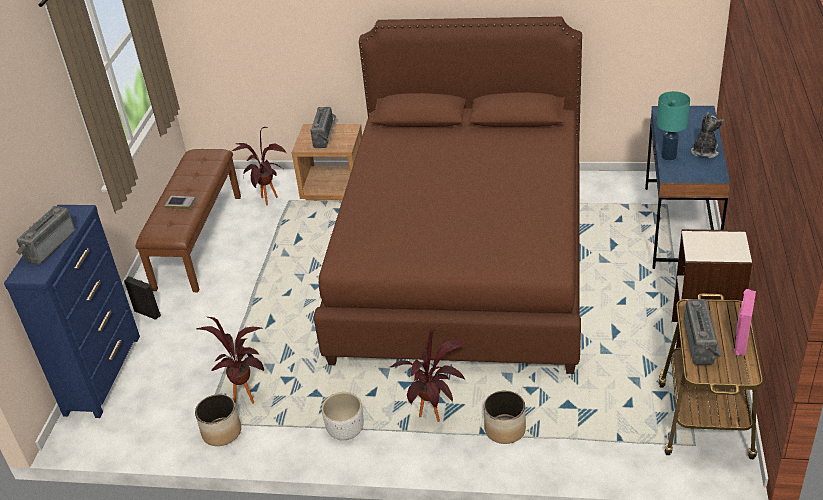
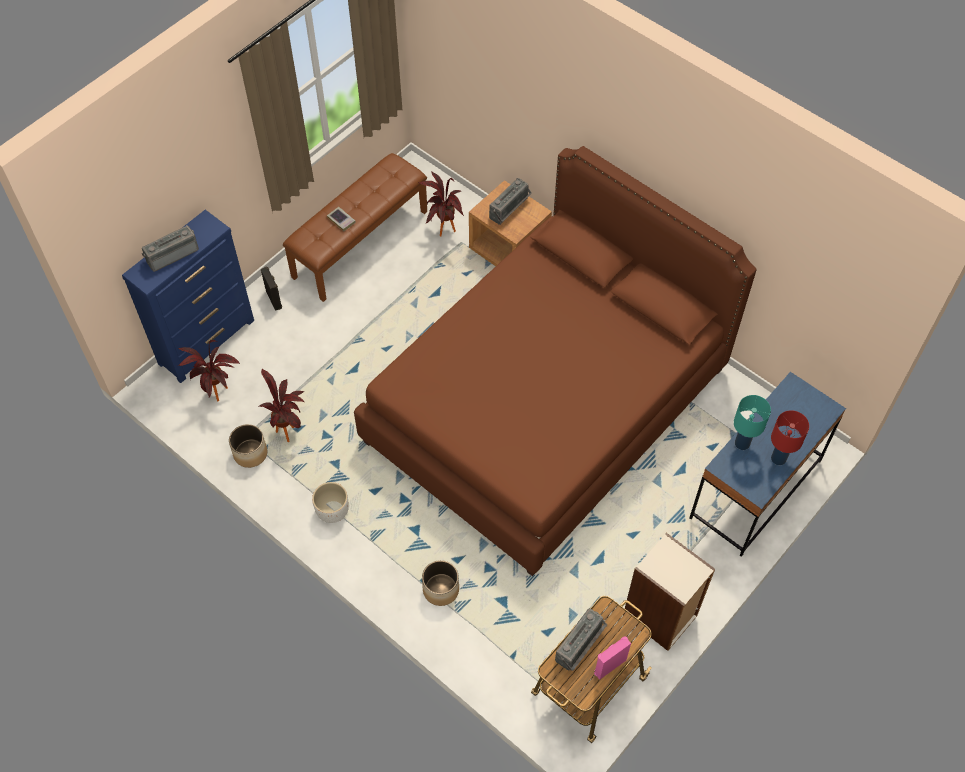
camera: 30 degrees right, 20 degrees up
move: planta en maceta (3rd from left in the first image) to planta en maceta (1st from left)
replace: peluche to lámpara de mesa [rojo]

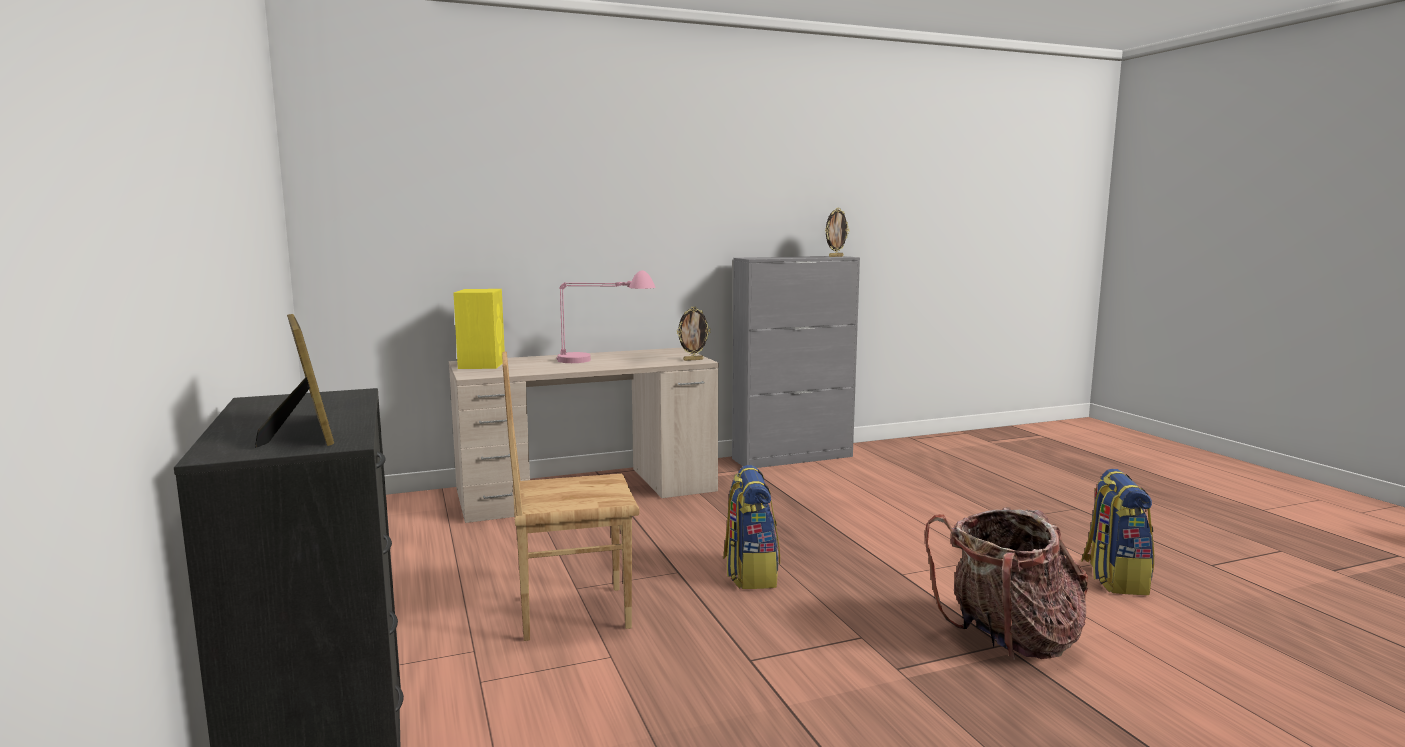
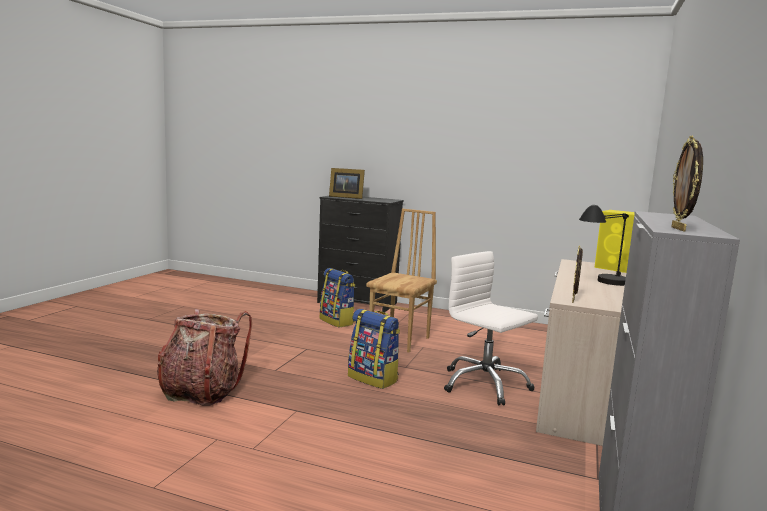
camera: 130 degrees right, 0 degrees up
insert: silla de oficina [blanco]
move: mochila (3rd from left in the first image) to mochila (2nd from left)
recolor: lámpara de mesa [rosa] to lámpara de mesa [negro]

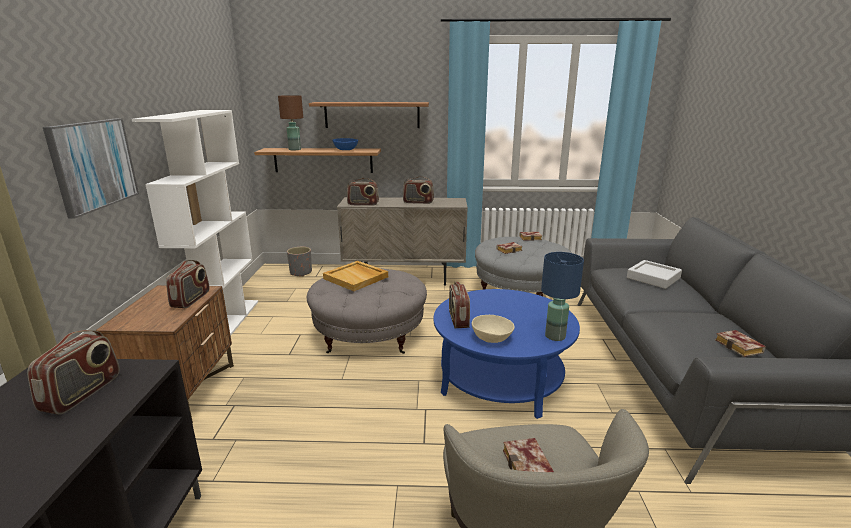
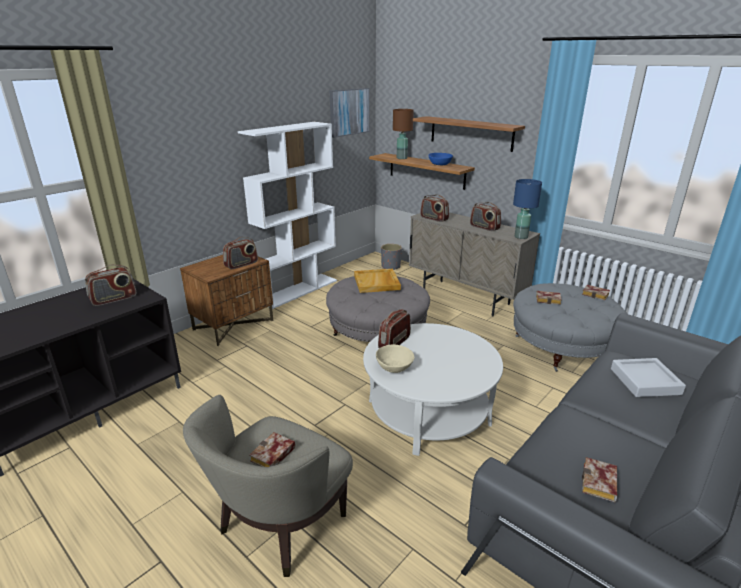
camera: 40 degrees right, 5 degrees up
move: cuadro; lámpara de mesa [azul]
recolor: mesa de centro [azul] to mesa de centro [blanco]

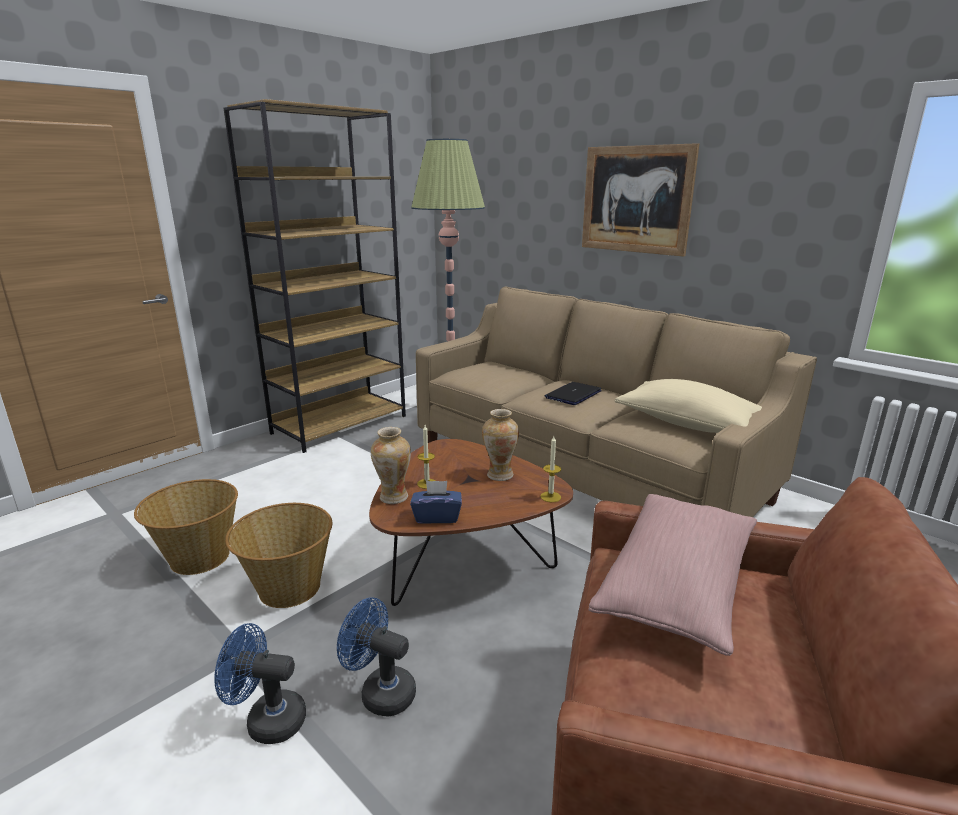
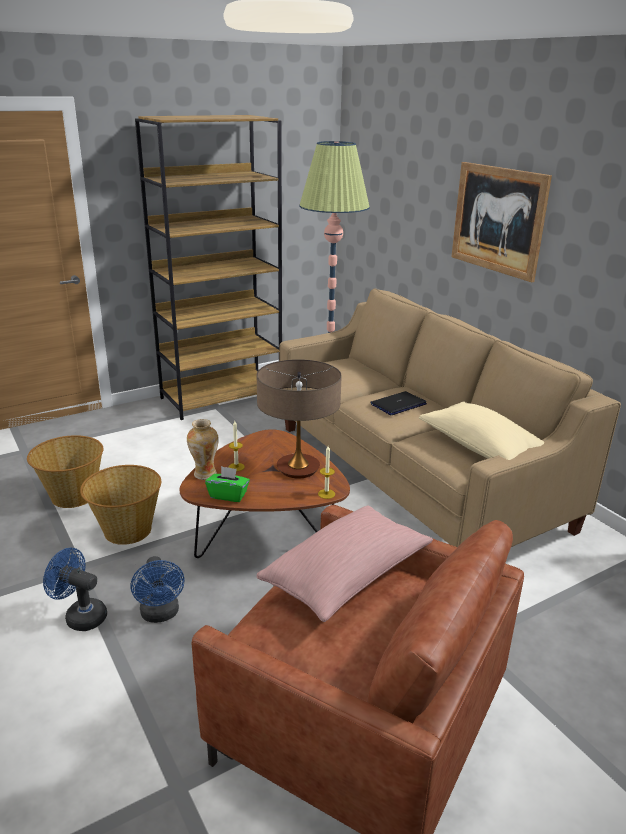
camera: 15 degrees right, 5 degrees up
replace: florero (2nd from left) to lámpara de mesa
recolor: caja de pañuelos [azul] to caja de pañuelos [verde]
rotate: ventilador [azul] (2nd from left) 150 degrees counterclockwise

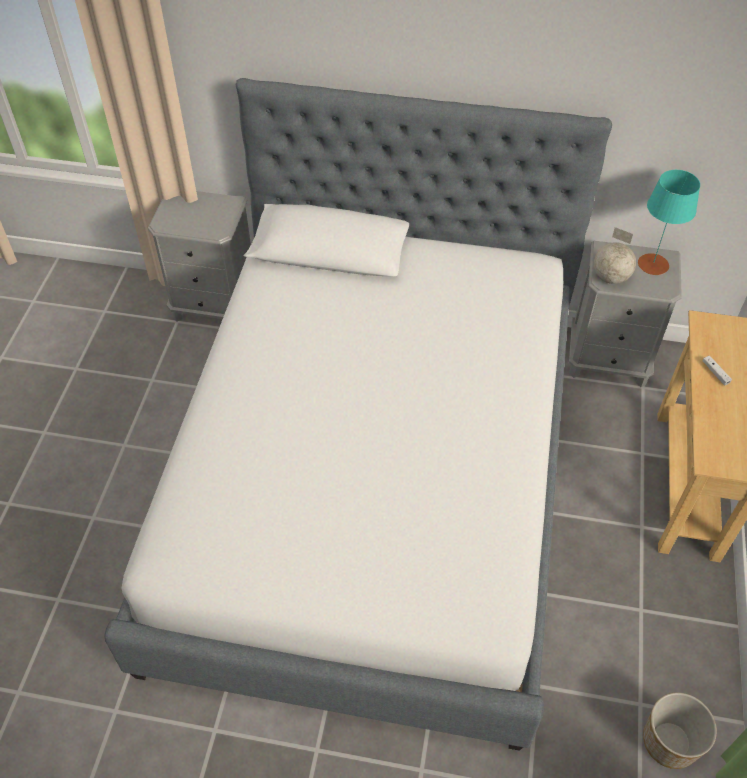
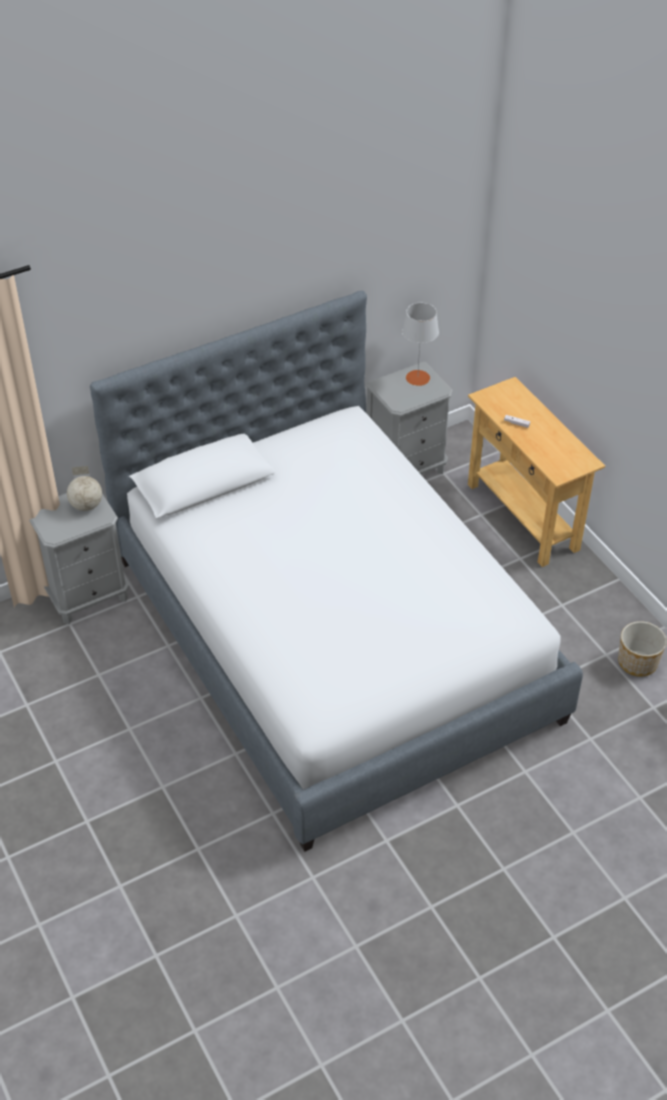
camera: 40 degrees left, 5 degrees down
move: globo terráqueo
recolor: lámpara de mesa [turquesa] to lámpara de mesa [gris]

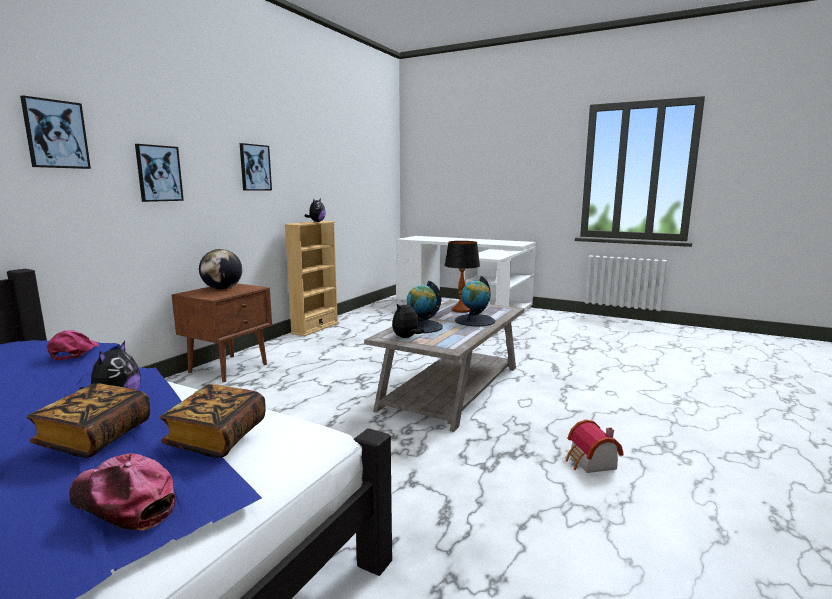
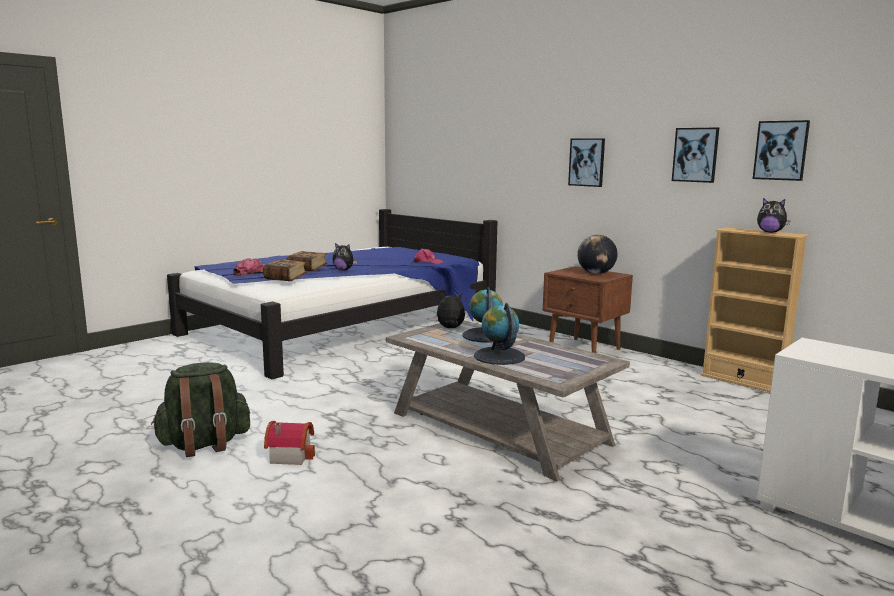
camera: 105 degrees right, 0 degrees up
delete: lámpara de mesa
insert: mochila [verde]
move: cuadro (1st from left in the first image) to cuadro (3rd from left)
rotate: peluche (3rd from left in the first image) 60 degrees counterclockwise

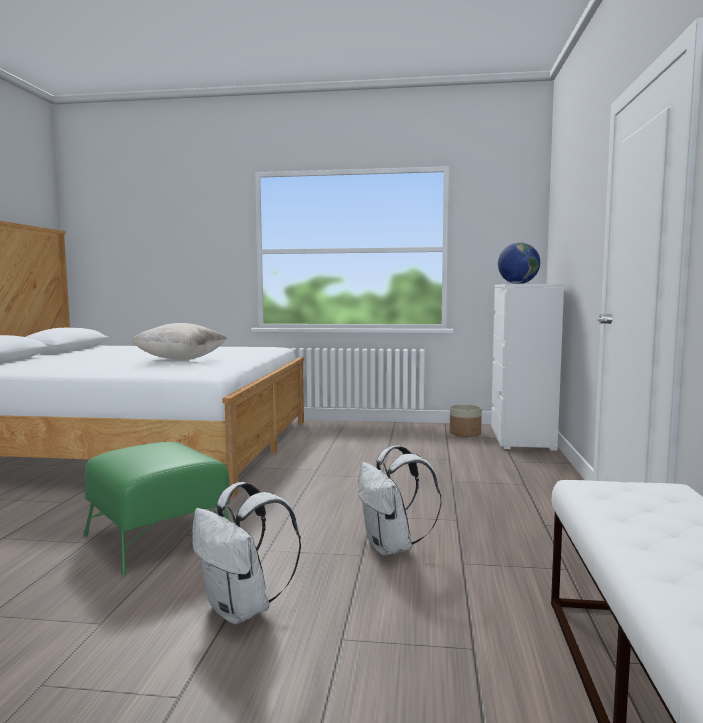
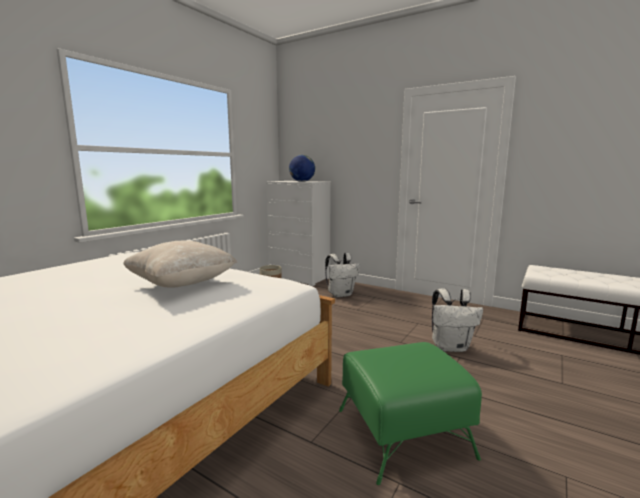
camera: 65 degrees left, 5 degrees up
move: mochila [blanco] (1st from left)

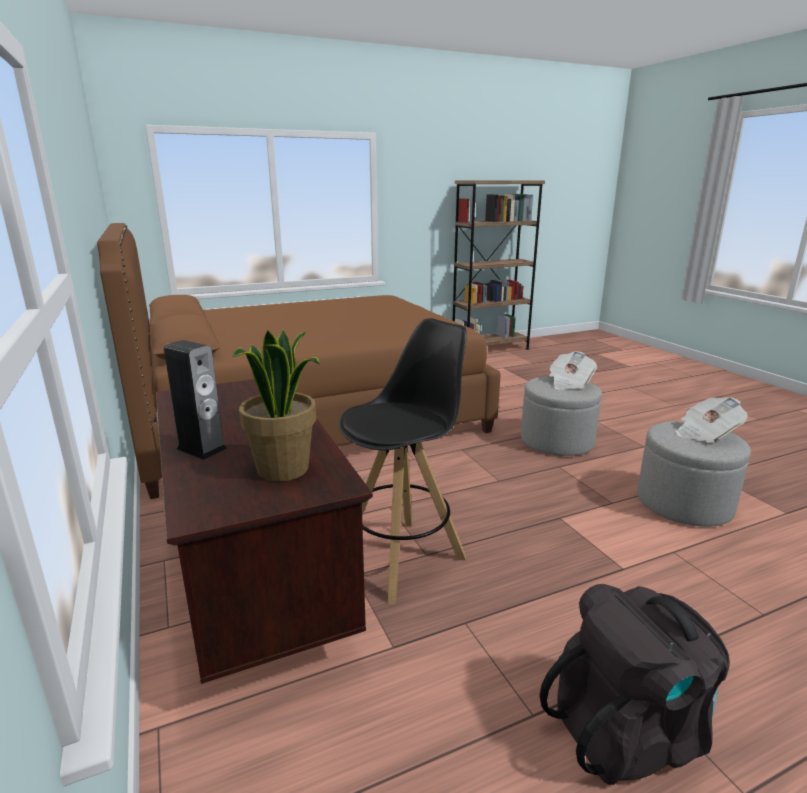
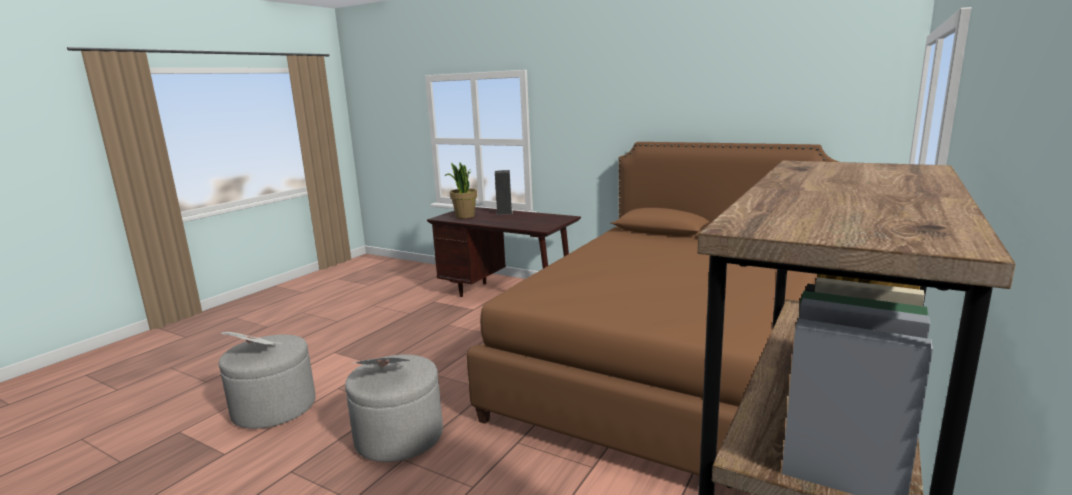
camera: 145 degrees right, 5 degrees down
delete: taburete [negro]; mochila [negro]

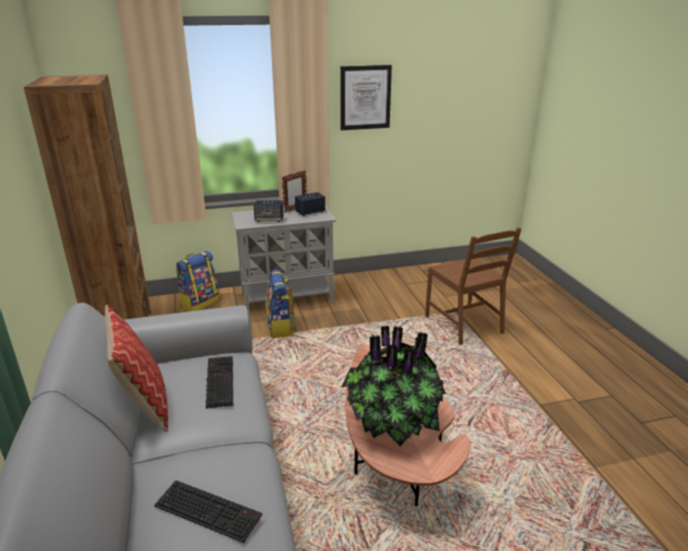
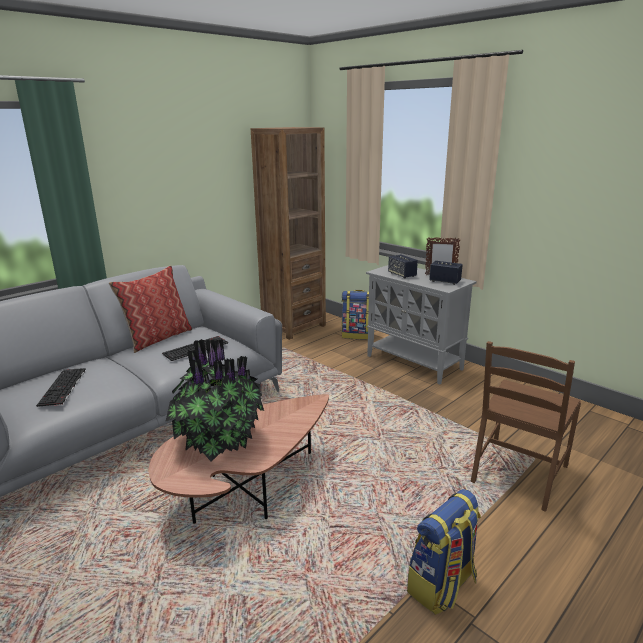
camera: 60 degrees right, 5 degrees down
delete: cuadro
move: mochila (2nd from left)

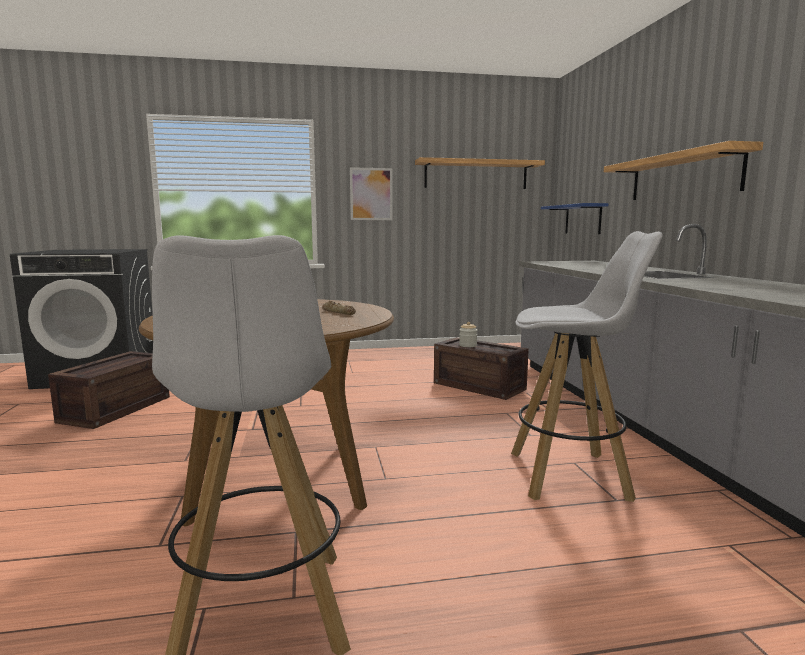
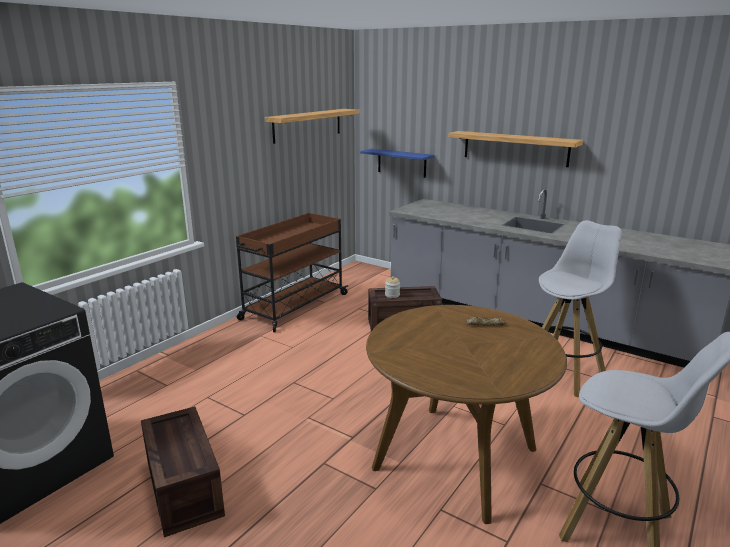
camera: 45 degrees left, 10 degrees up
delete: cuadro
insert: carrito [marrón]

